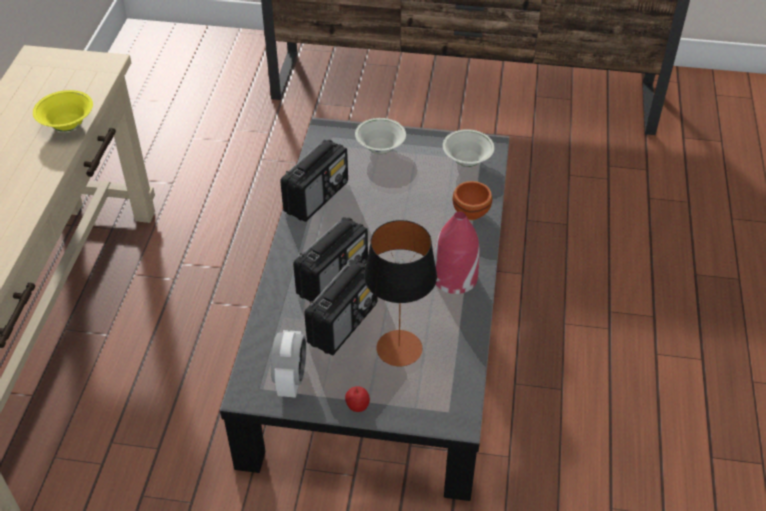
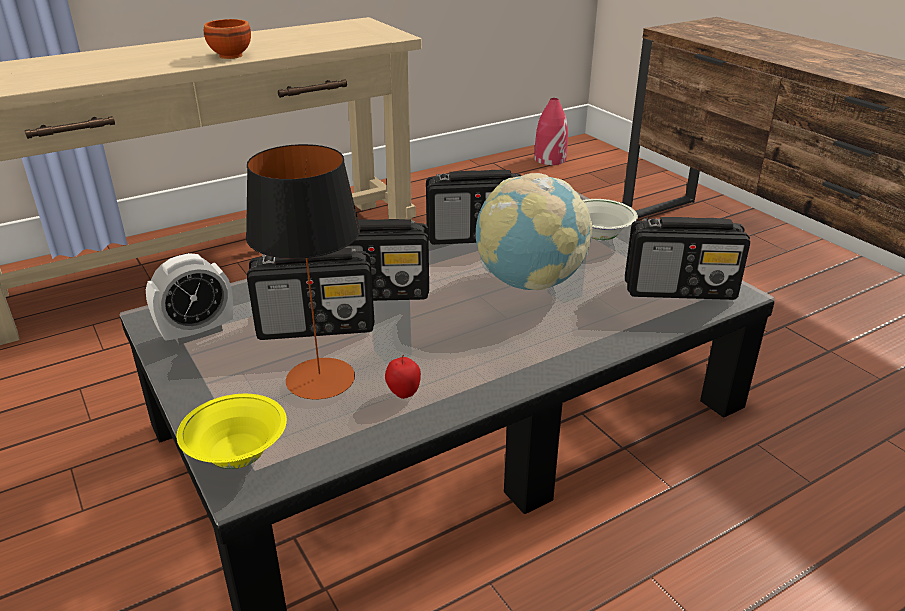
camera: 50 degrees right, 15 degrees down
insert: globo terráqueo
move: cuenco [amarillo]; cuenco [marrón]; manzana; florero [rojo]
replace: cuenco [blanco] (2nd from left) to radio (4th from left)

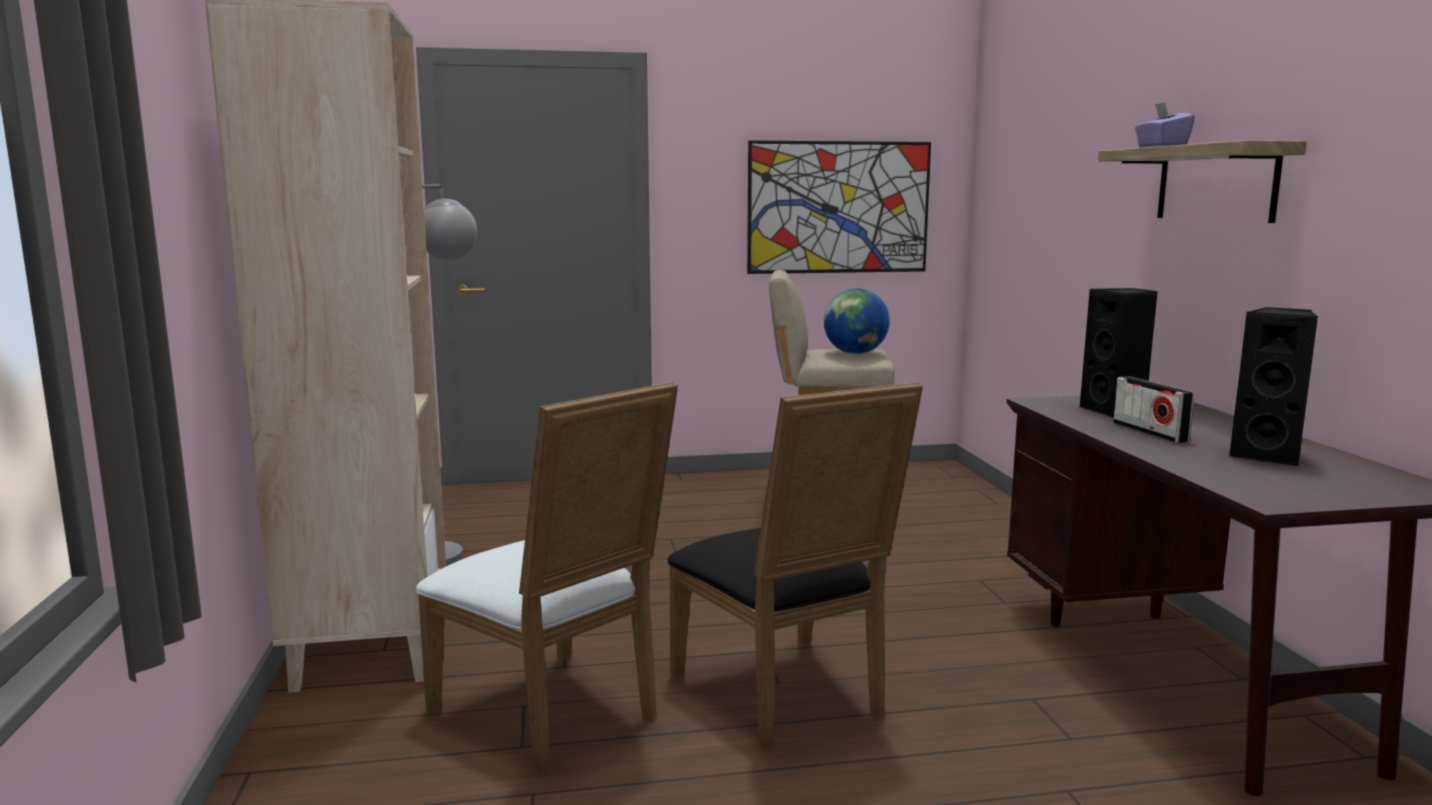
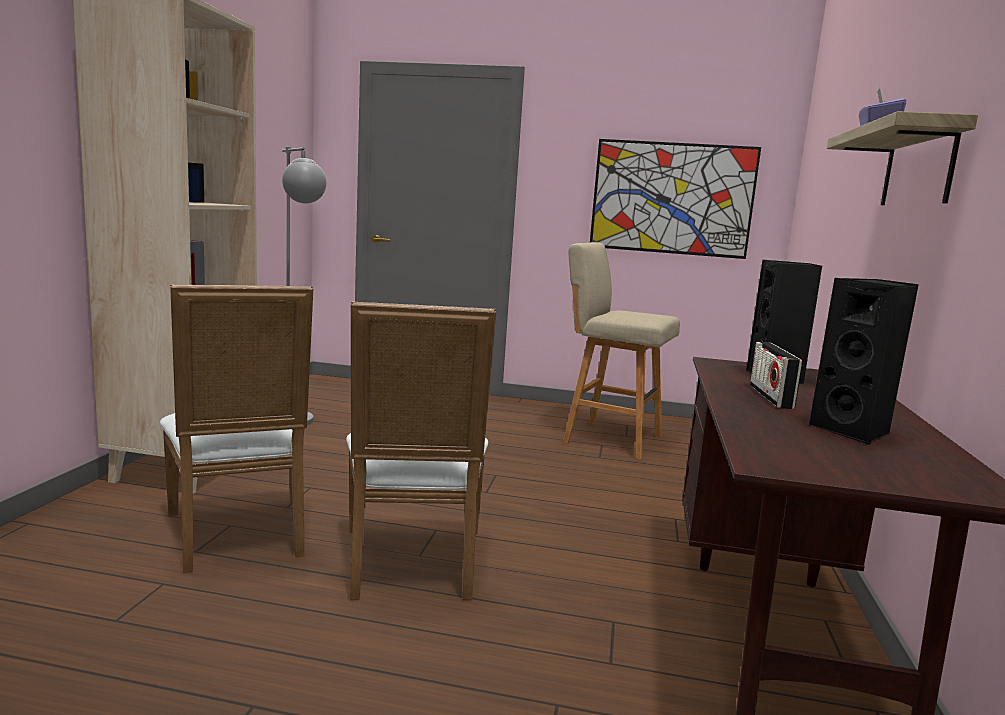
camera: 20 degrees right, 0 degrees up
delete: globo terráqueo
recolor: silla [negro] to silla [blanco] (2nd from left)

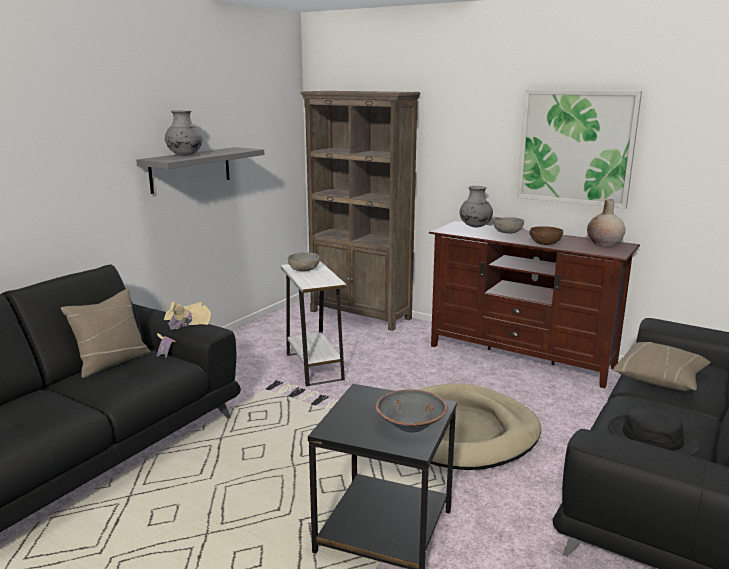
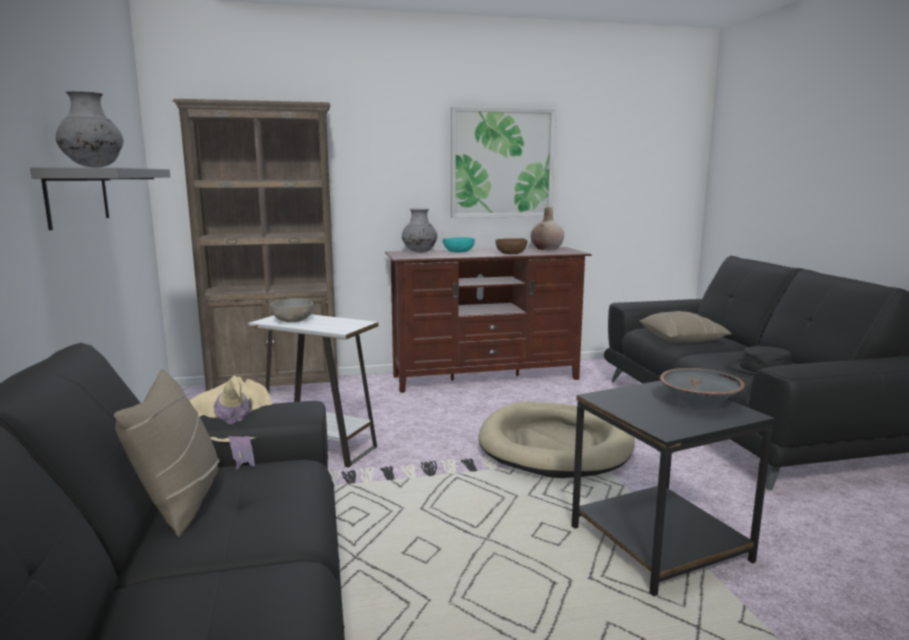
camera: 45 degrees left, 5 degrees down
recolor: cuenco [gris] (3rd from left) to cuenco [turquesa]

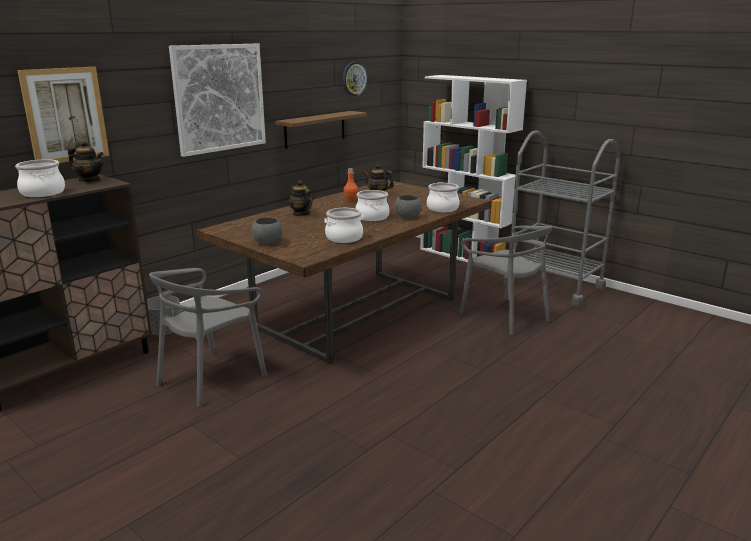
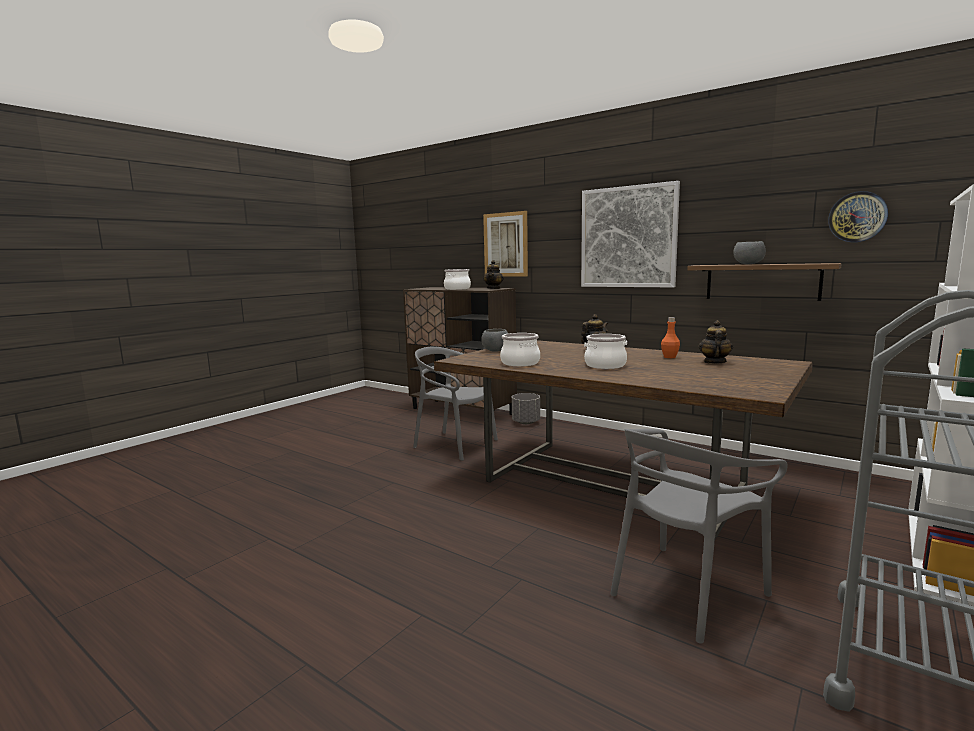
camera: 85 degrees right, 10 degrees down
delete: olla (4th from left)
move: cuenco [gris] (2nd from left)

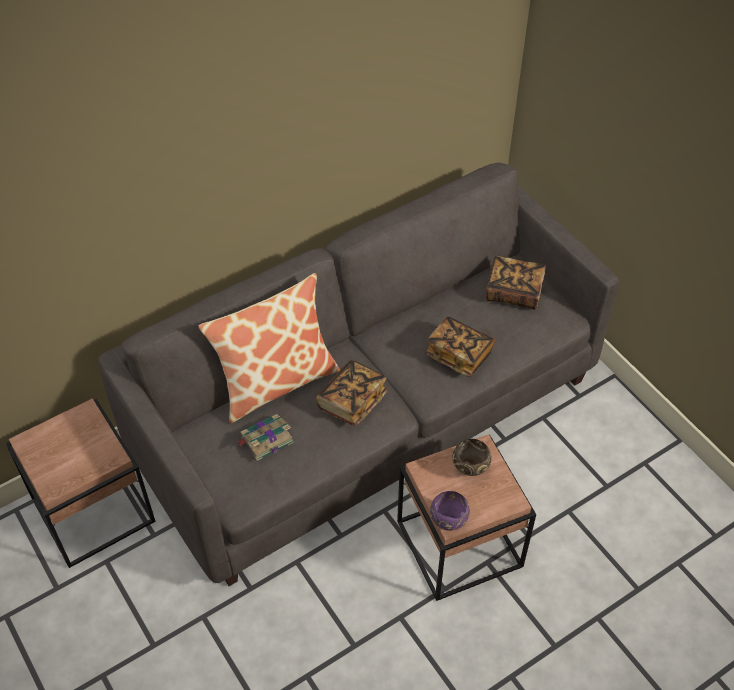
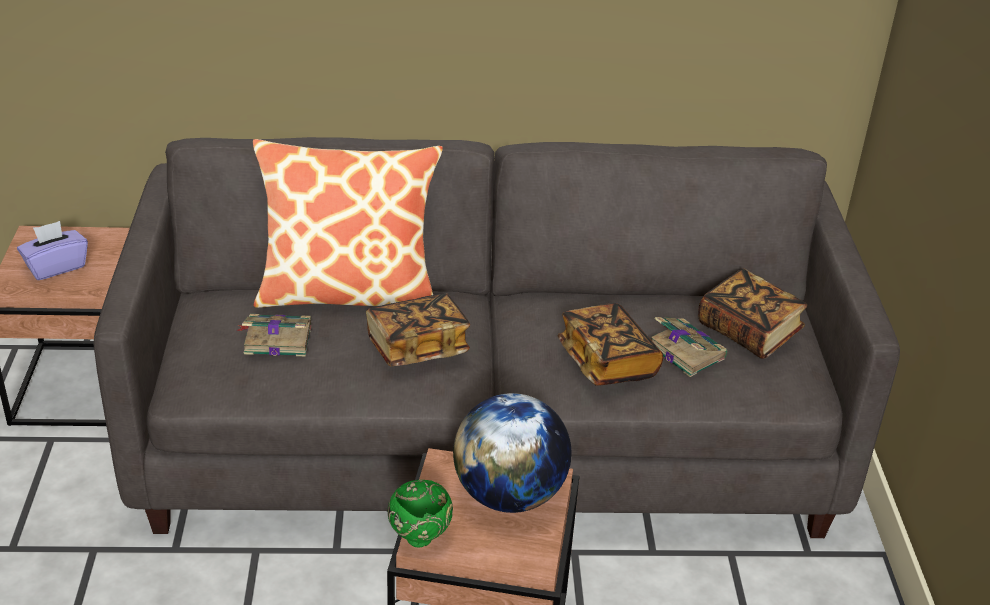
camera: 30 degrees right, 15 degrees down
insert: caja de pañuelos [morado]; libro (4th from left)
replace: cuenco [marrón] to globo terráqueo
recolor: cuenco [morado] to cuenco [verde]

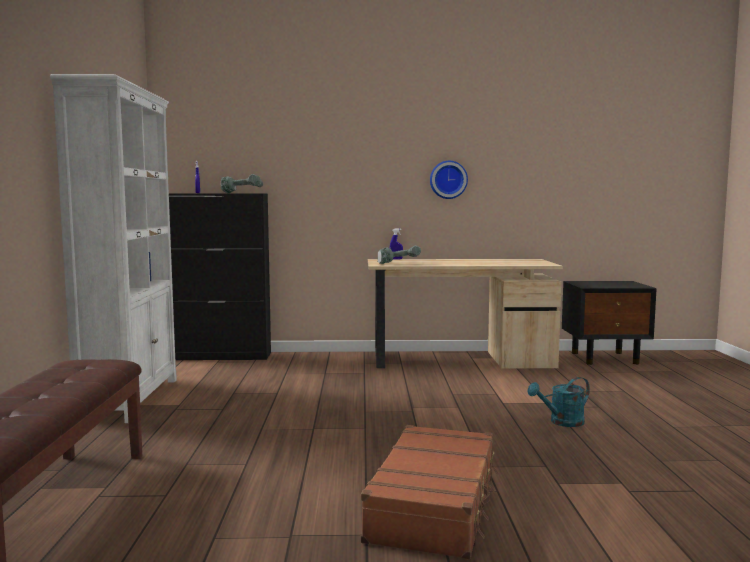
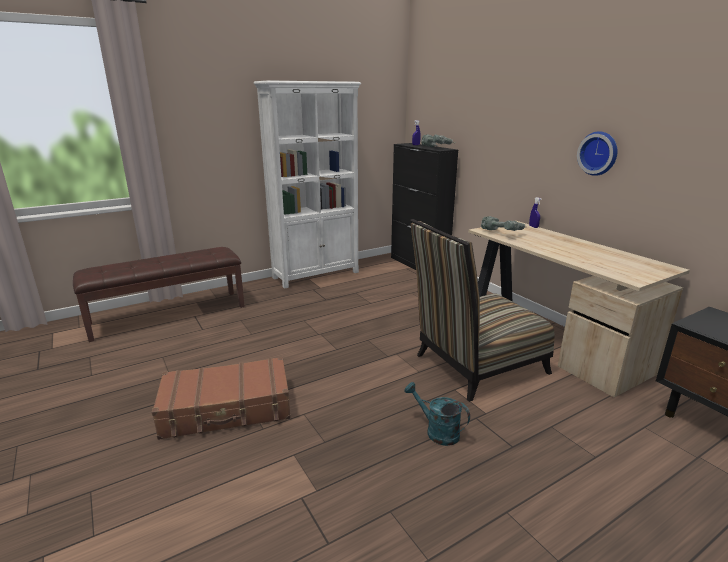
camera: 60 degrees right, 15 degrees up
insert: silla

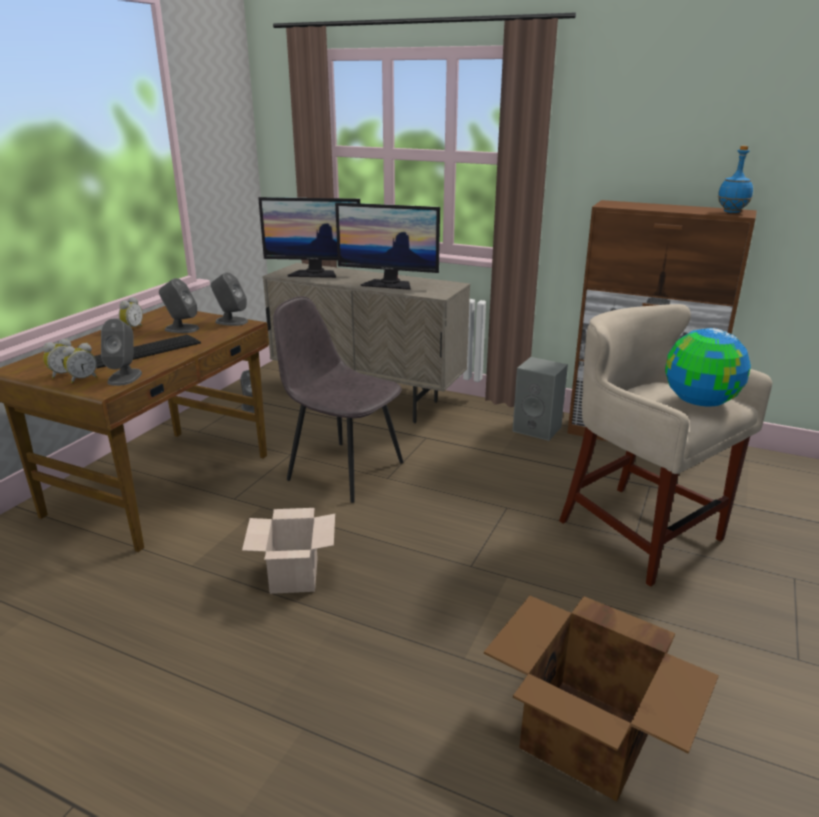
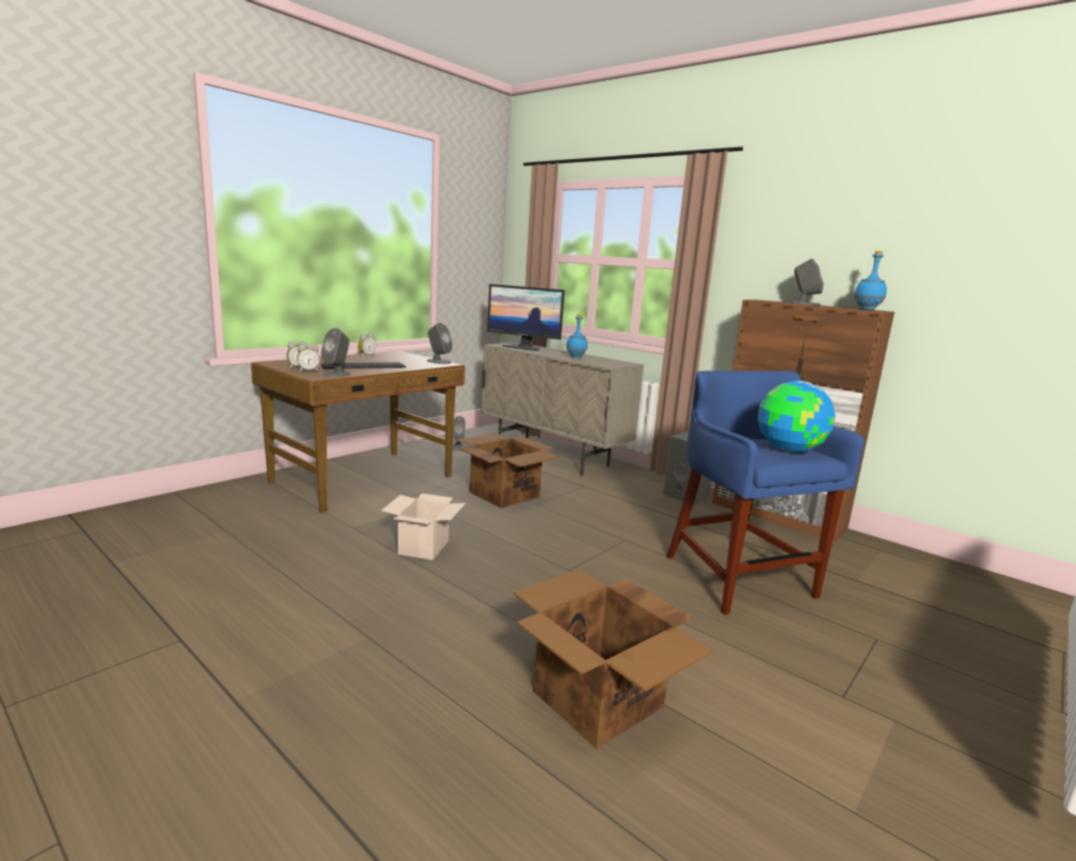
camera: 15 degrees right, 10 degrees down
move: altavoz [gris] (2nd from left in the first image) to altavoz [gris] (5th from left)
replace: silla [gris] to caja de cartón (2nd from left); monitor (2nd from left) to botella [azul] (1st from left)
recolor: taburete [beis] to taburete [azul]

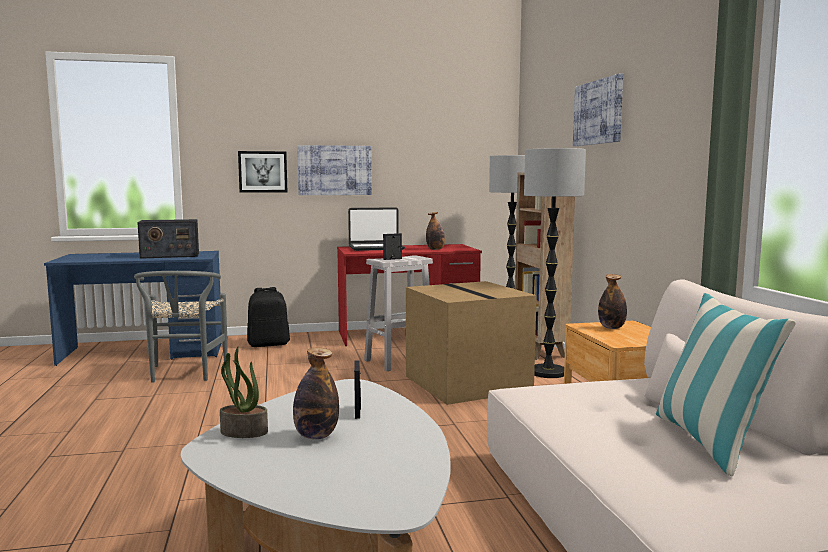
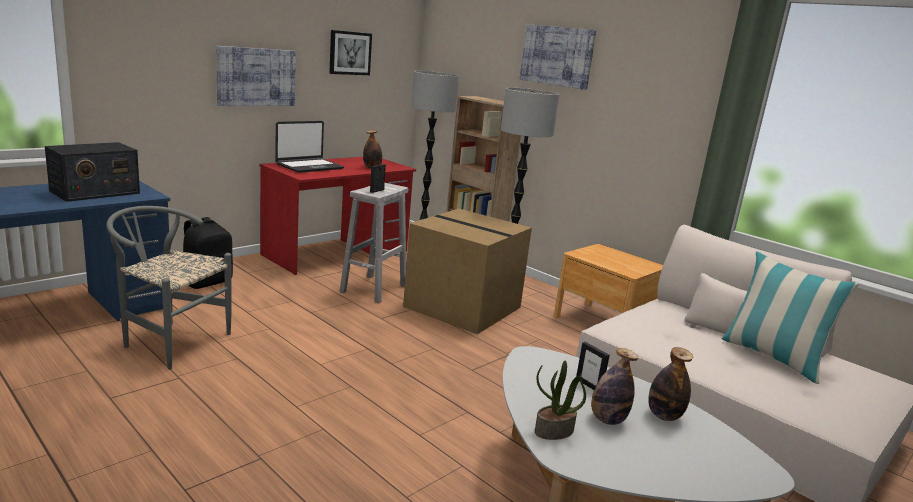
camera: 35 degrees left, 10 degrees up
move: cuadro (1st from left in the first image) to cuadro (2nd from left); botella (3rd from left)
rotate: silla [gris] 150 degrees clockwise

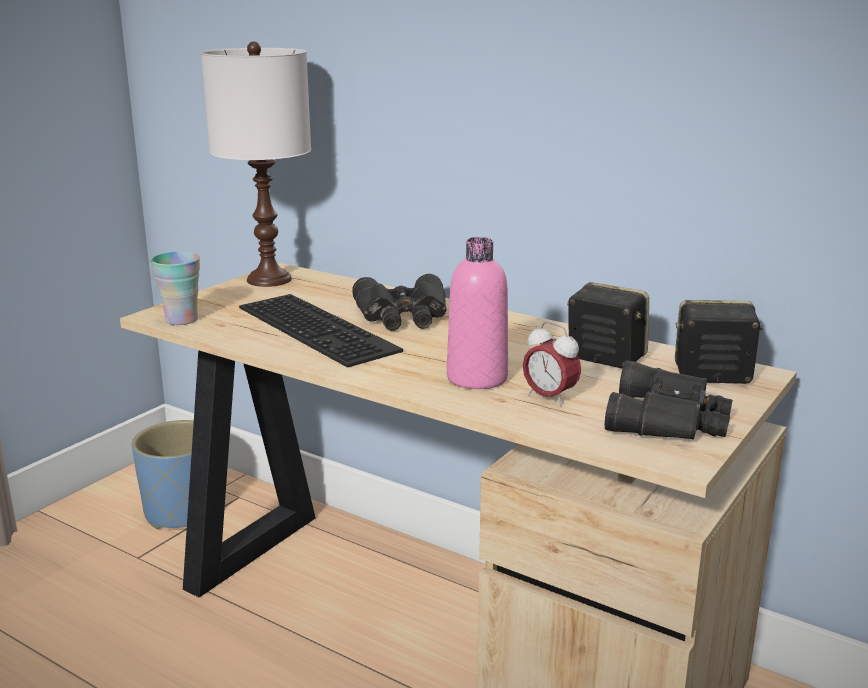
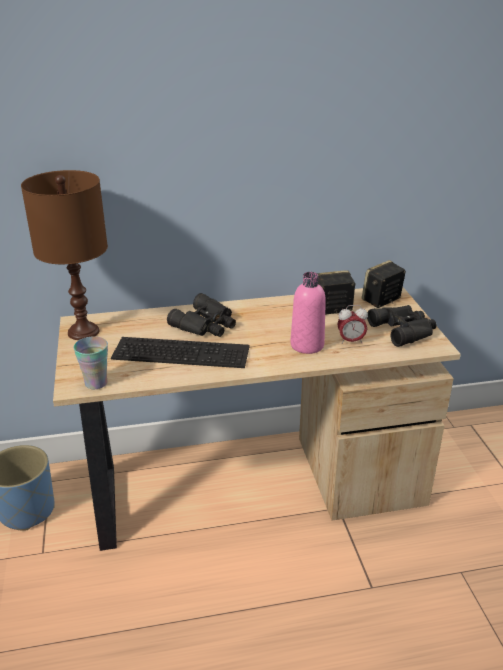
camera: 45 degrees left, 10 degrees up
recolor: lámpara de mesa [blanco] to lámpara de mesa [marrón]

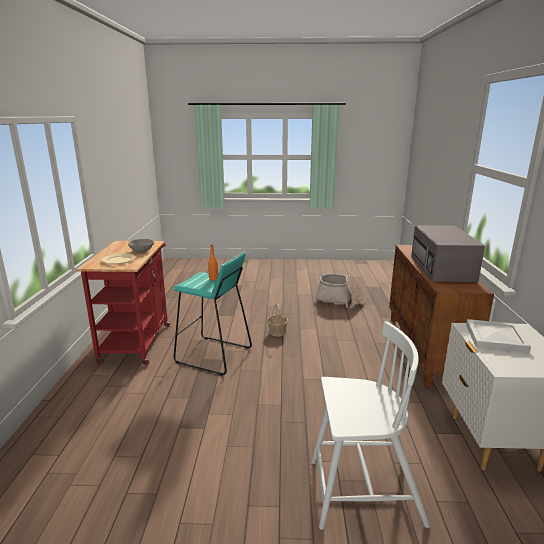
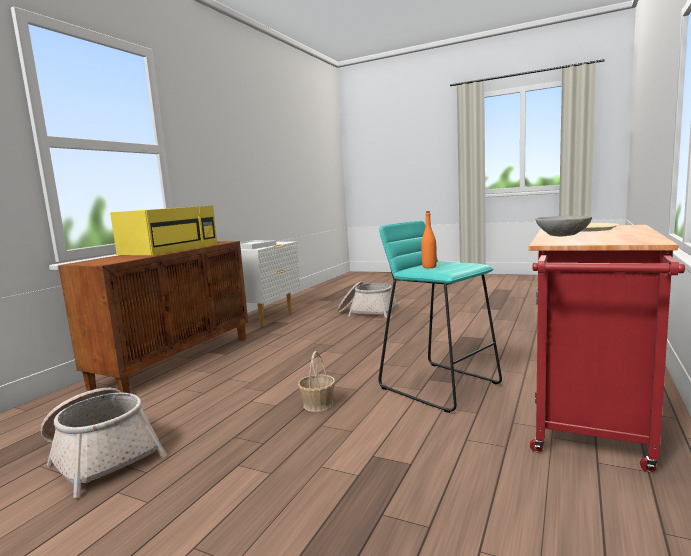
camera: 155 degrees left, 10 degrees down
replace: silla [blanco] to cesta (3rd from left)
recolor: microondas [gris] to microondas [amarillo]

